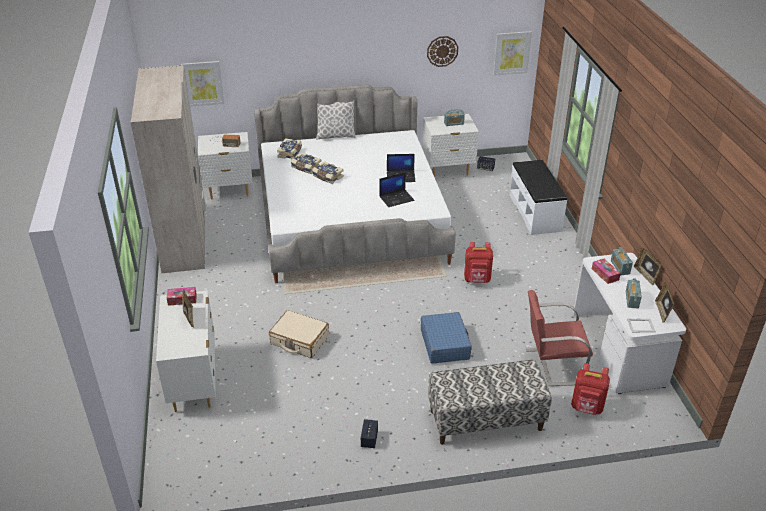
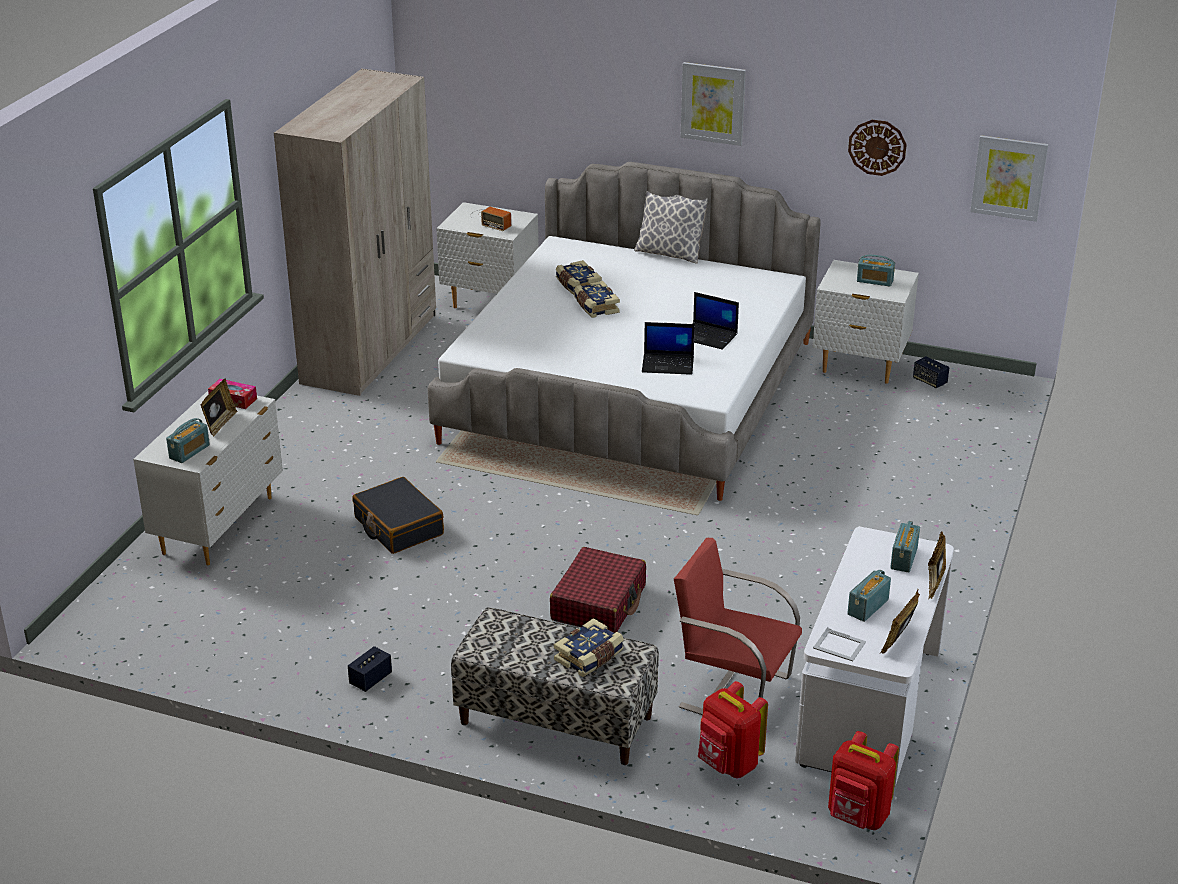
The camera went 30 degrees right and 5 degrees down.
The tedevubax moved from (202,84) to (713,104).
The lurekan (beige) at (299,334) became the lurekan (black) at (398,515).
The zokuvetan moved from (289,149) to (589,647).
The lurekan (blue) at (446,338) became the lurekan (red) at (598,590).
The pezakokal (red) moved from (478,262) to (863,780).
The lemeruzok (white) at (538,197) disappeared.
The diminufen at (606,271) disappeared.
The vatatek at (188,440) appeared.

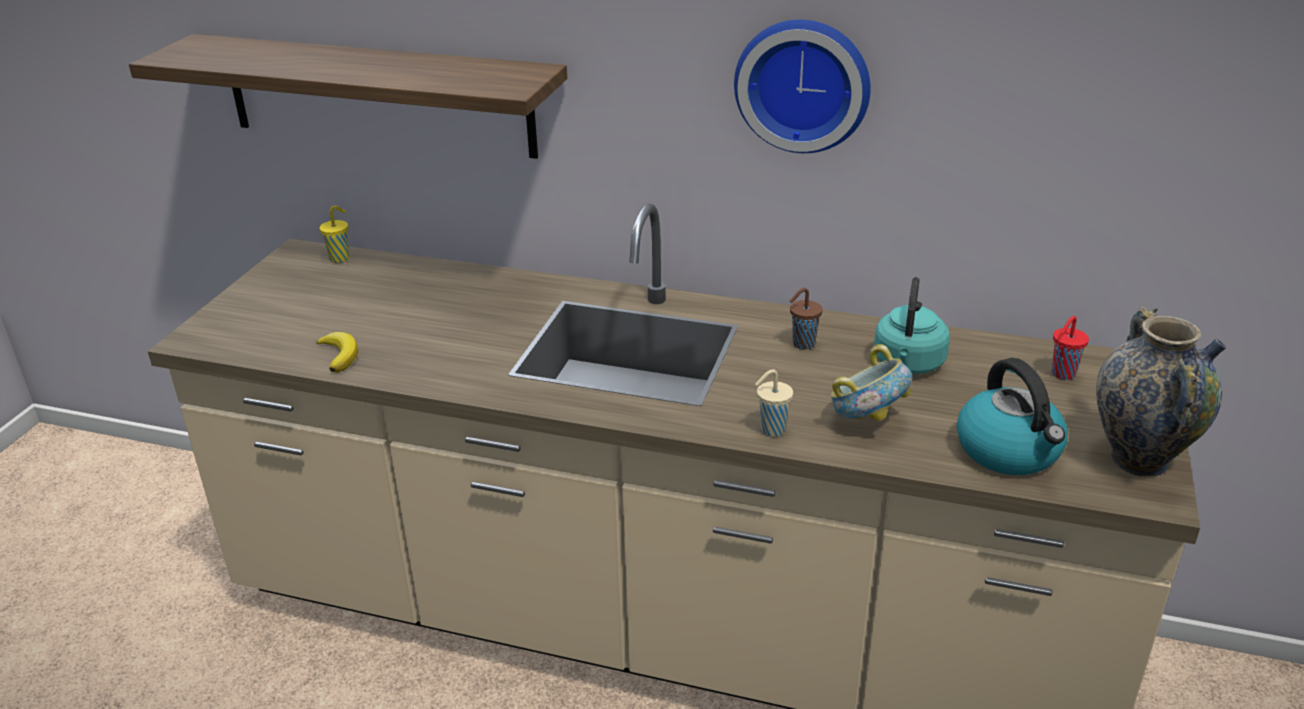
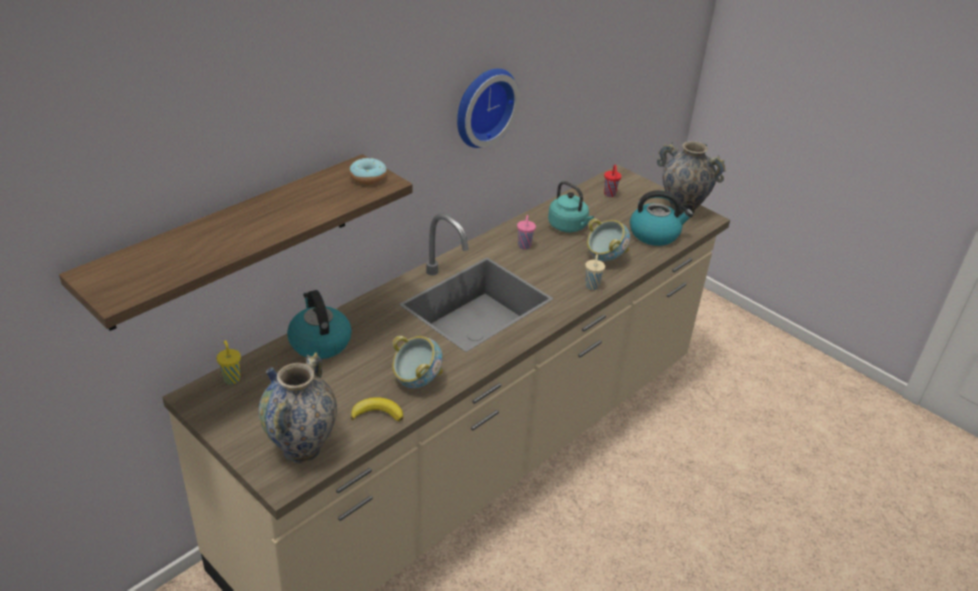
The camera went 65 degrees left and 5 degrees up.
The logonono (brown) at (806,319) became the logonono (pink) at (526,232).
The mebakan at (297,407) appeared.
The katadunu at (319,324) appeared.
The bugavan at (368,171) appeared.
The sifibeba at (417,362) appeared.

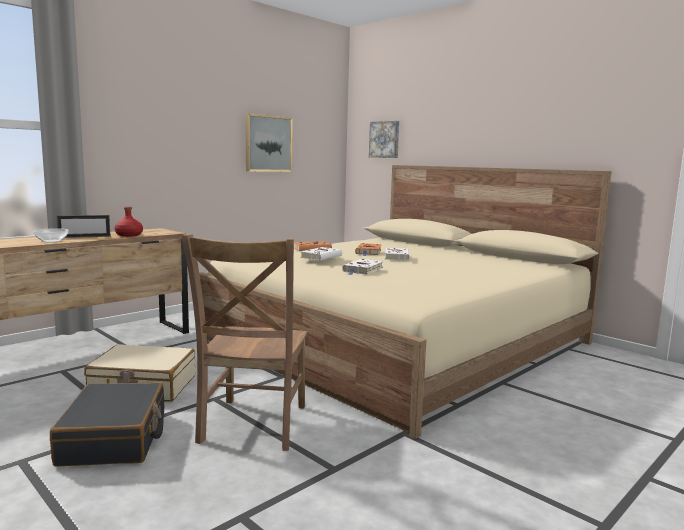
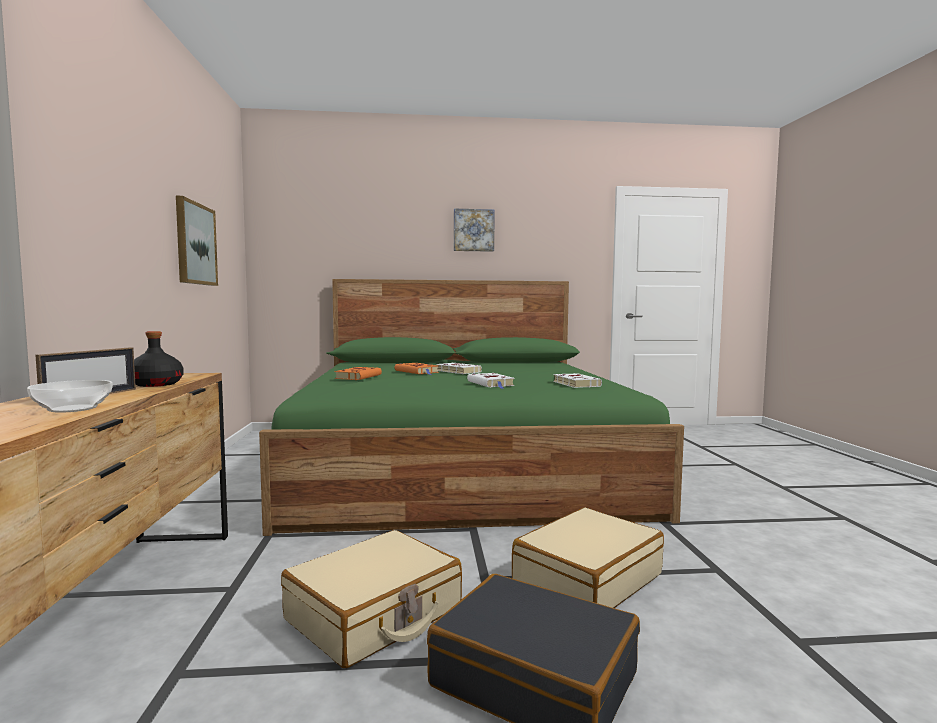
The camera went 50 degrees left and 5 degrees down.
The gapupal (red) at (128,222) became the gapupal (black) at (158,359).
The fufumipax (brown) at (244,342) was replaced by the lurekan (beige) at (588,557).
The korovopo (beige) at (405,302) became the korovopo (green) at (471,407).
The zokuvetan (white) moved from (321,254) to (577,380).
The tedevubax moved from (384,139) to (474,230).

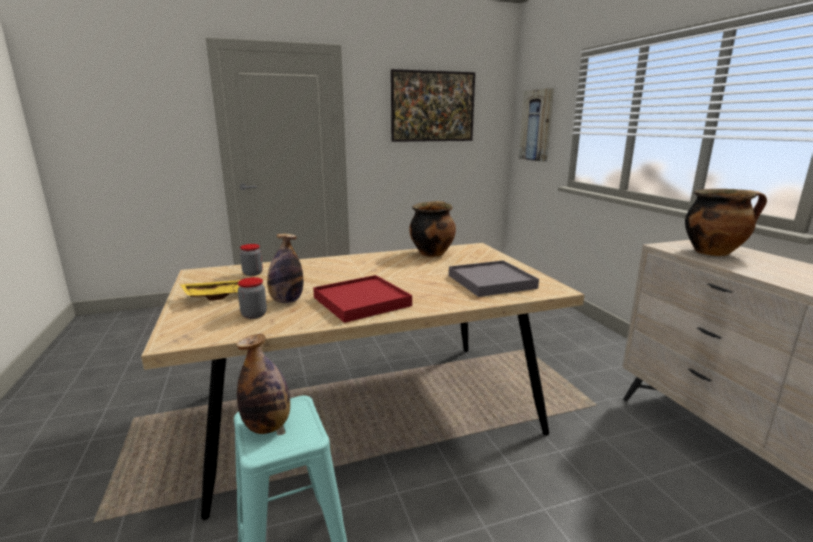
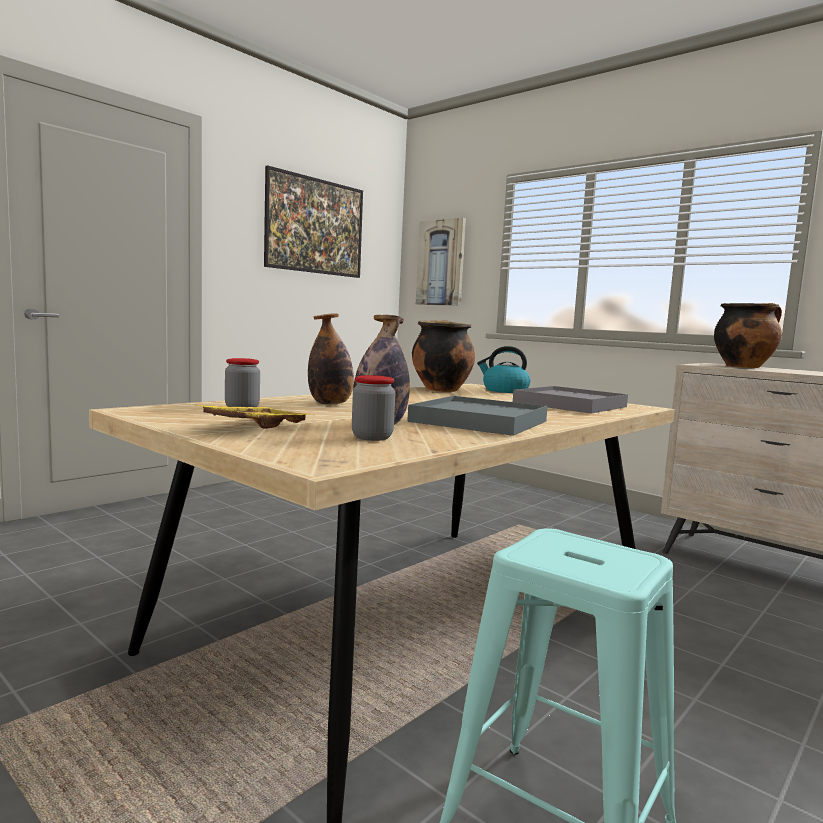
The camera went 30 degrees left and 10 degrees down.
The gapupal moved from (263,384) to (331,359).
The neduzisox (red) at (362,299) became the neduzisox (grey) at (477,416).
The katadunu at (504,369) appeared.

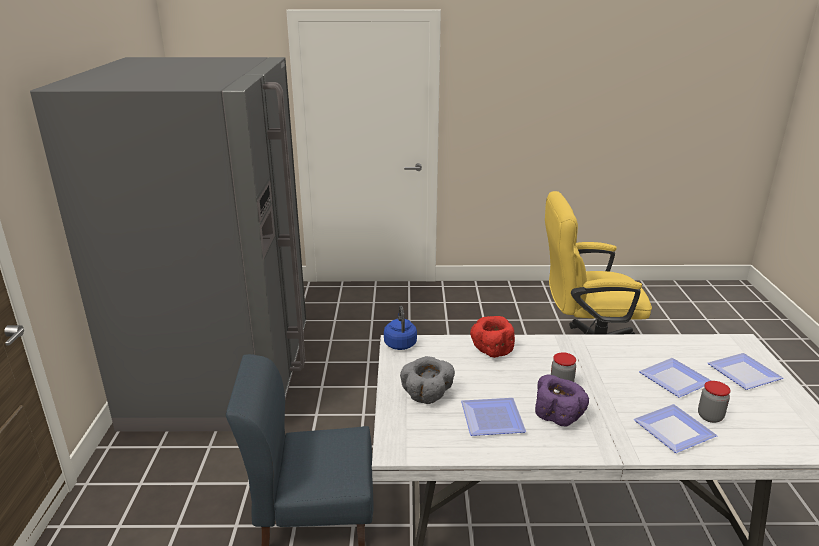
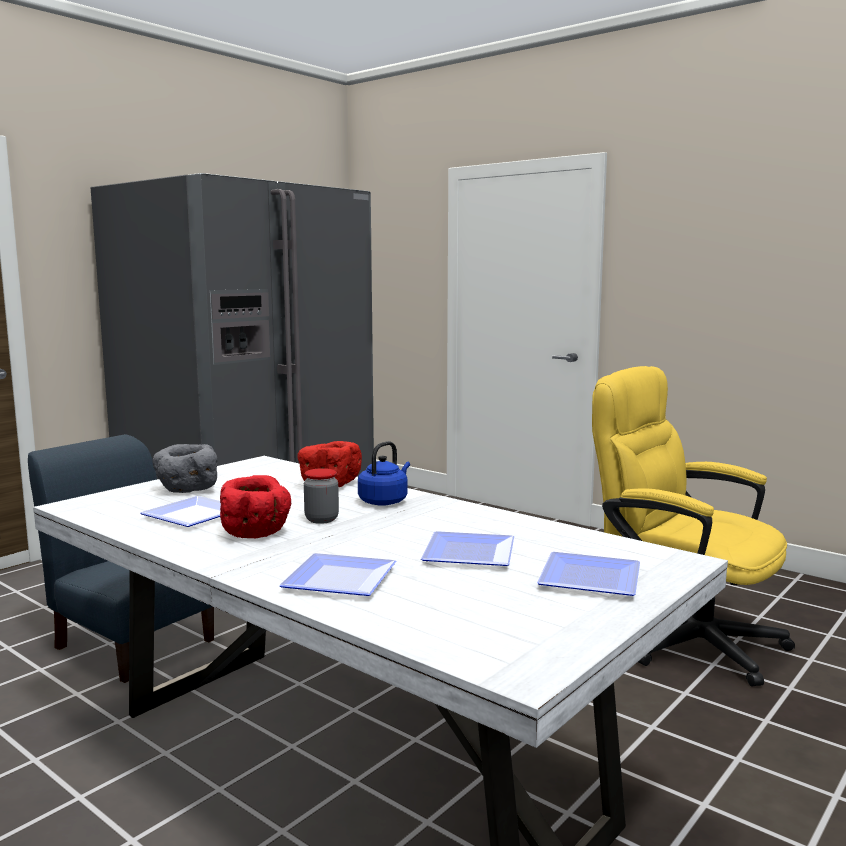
The camera went 40 degrees right and 15 degrees down.
The katadunu (blue) moved from (400,328) to (384,473).
The sifibeba (purple) at (562,401) became the sifibeba (red) at (255,506).
The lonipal at (714,402) disappeared.

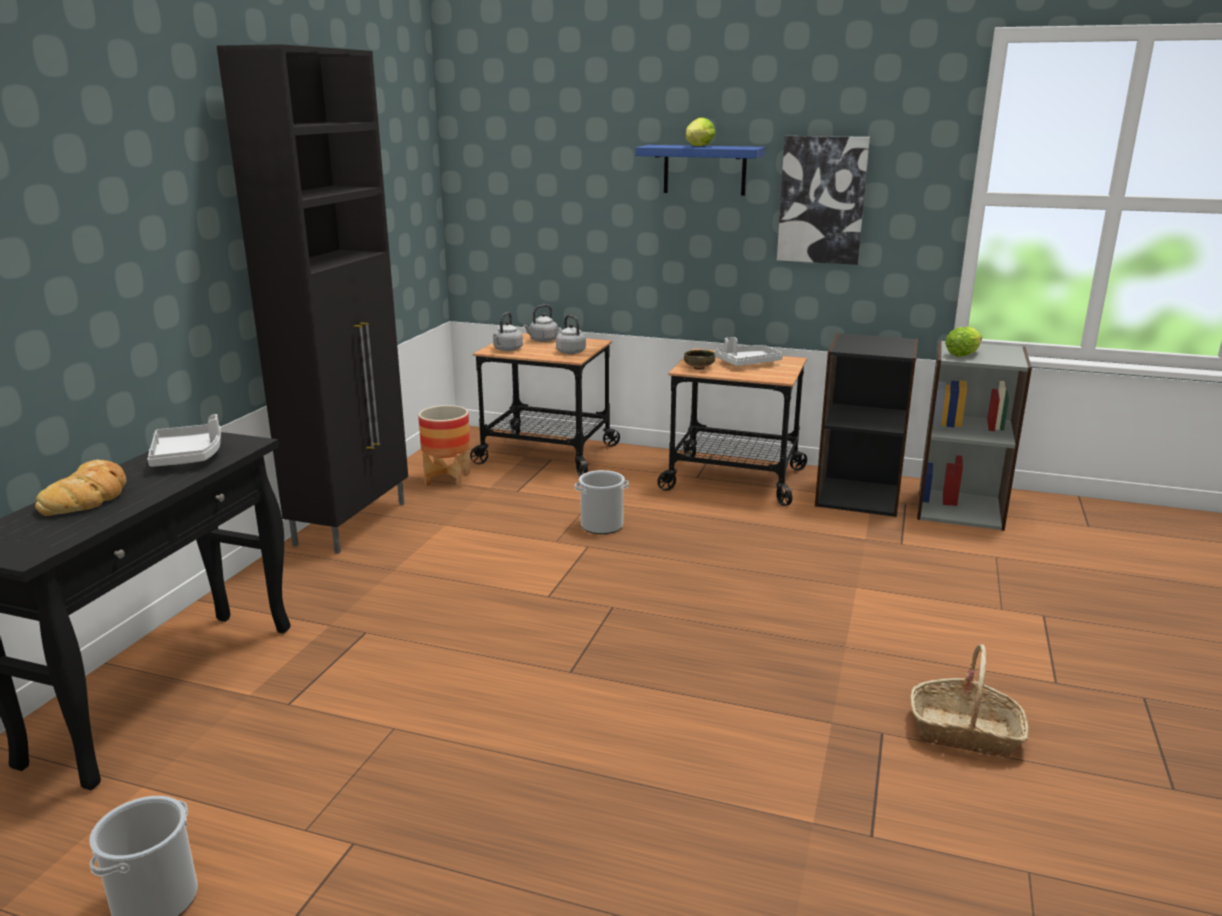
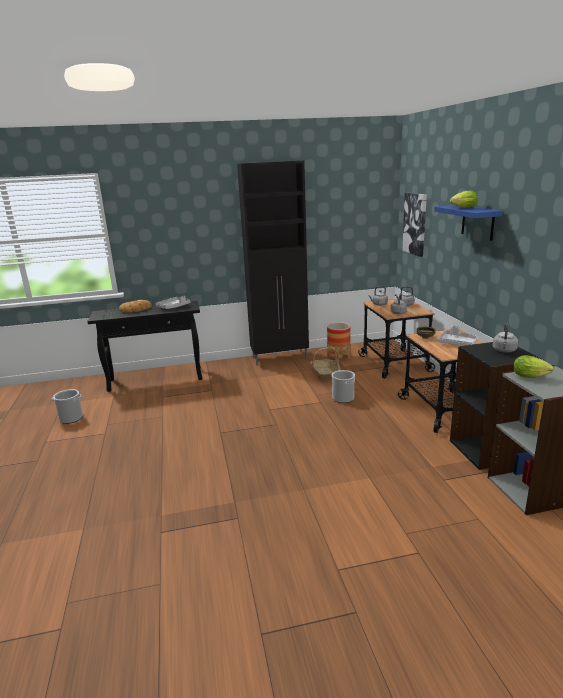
The camera went 60 degrees right and 0 degrees up.
The tedevubax moved from (823,200) to (414,225).
The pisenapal moved from (970,700) to (325,363).
The katadunu (grey) at (505,337) appeared.

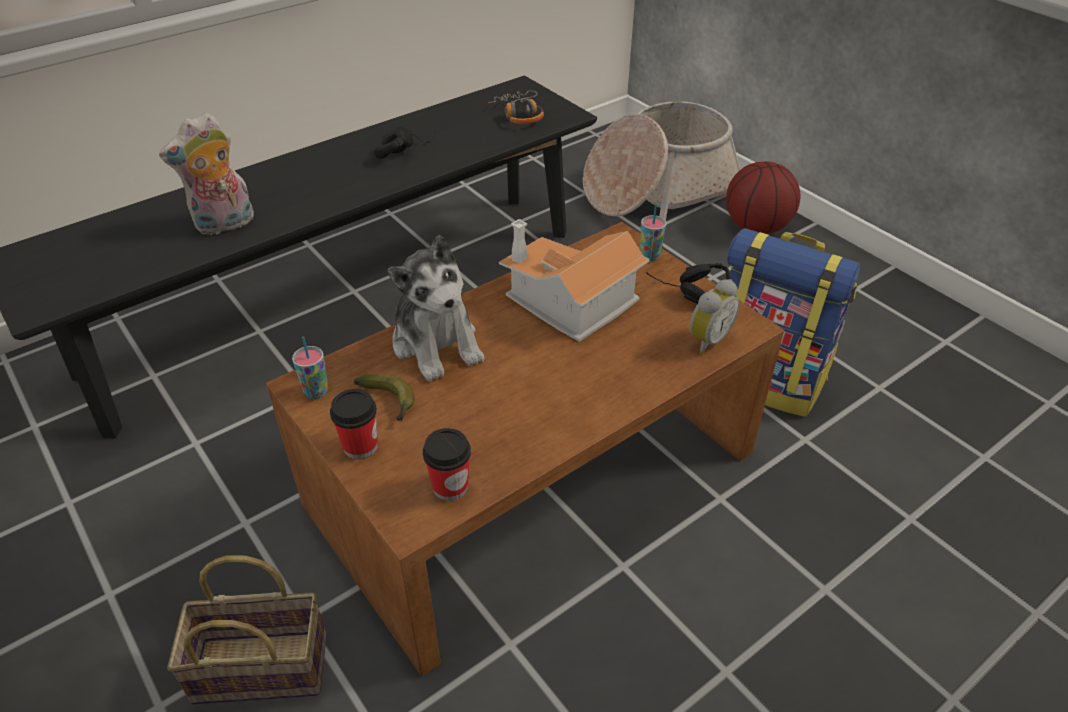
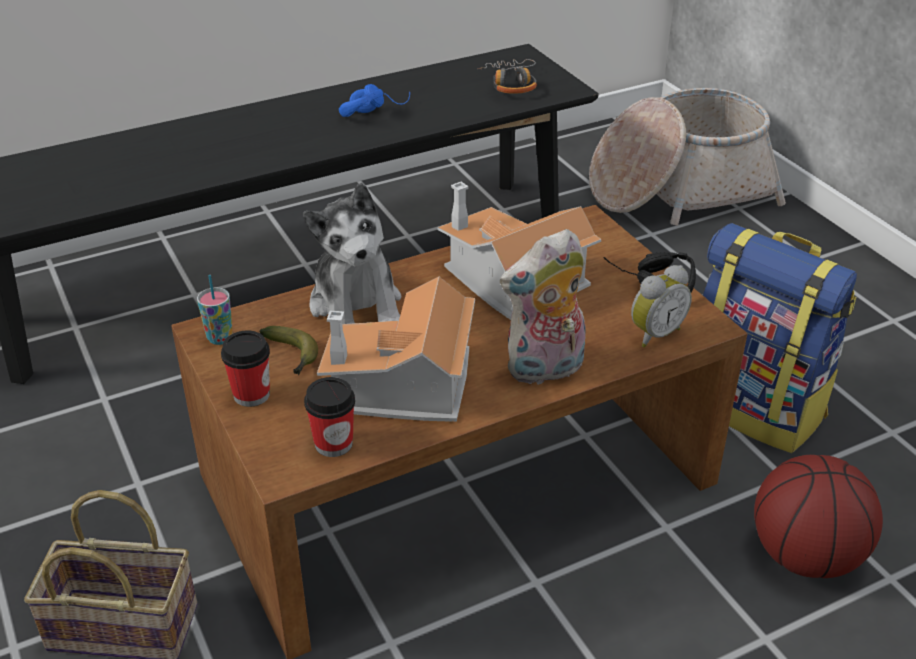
The camera went 10 degrees right and 5 degrees down.
The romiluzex moved from (206,174) to (543,307).
The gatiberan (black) at (404,143) became the gatiberan (blue) at (374,100).
The logonono at (653,232) disappeared.
The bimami moved from (763,197) to (818,516).
The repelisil at (396,349) appeared.

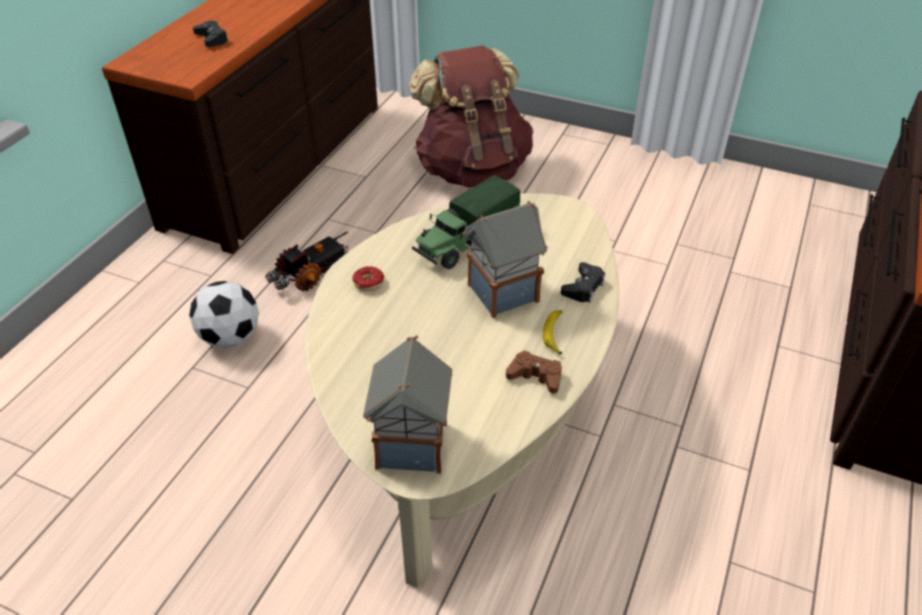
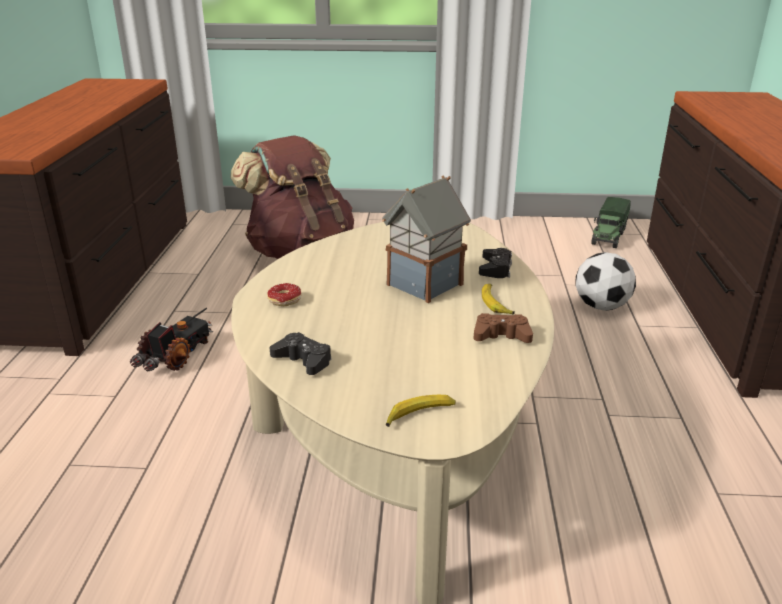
The camera went 20 degrees left and 15 degrees down.
The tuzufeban moved from (224,314) to (606,281).
The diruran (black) moved from (211,33) to (301,353).
The repelisil at (407,404) was replaced by the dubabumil at (421,411).
The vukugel moved from (466,222) to (611,222).

